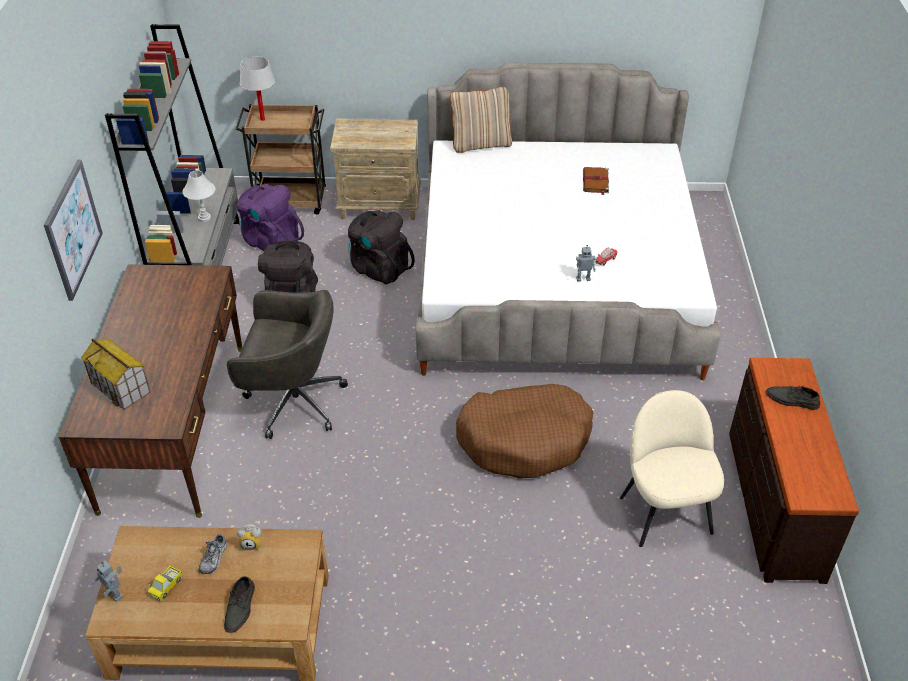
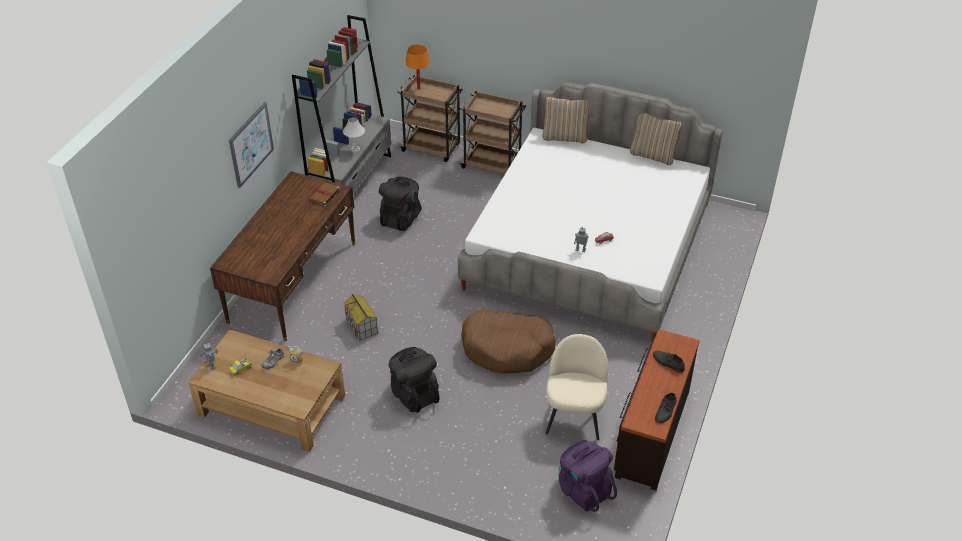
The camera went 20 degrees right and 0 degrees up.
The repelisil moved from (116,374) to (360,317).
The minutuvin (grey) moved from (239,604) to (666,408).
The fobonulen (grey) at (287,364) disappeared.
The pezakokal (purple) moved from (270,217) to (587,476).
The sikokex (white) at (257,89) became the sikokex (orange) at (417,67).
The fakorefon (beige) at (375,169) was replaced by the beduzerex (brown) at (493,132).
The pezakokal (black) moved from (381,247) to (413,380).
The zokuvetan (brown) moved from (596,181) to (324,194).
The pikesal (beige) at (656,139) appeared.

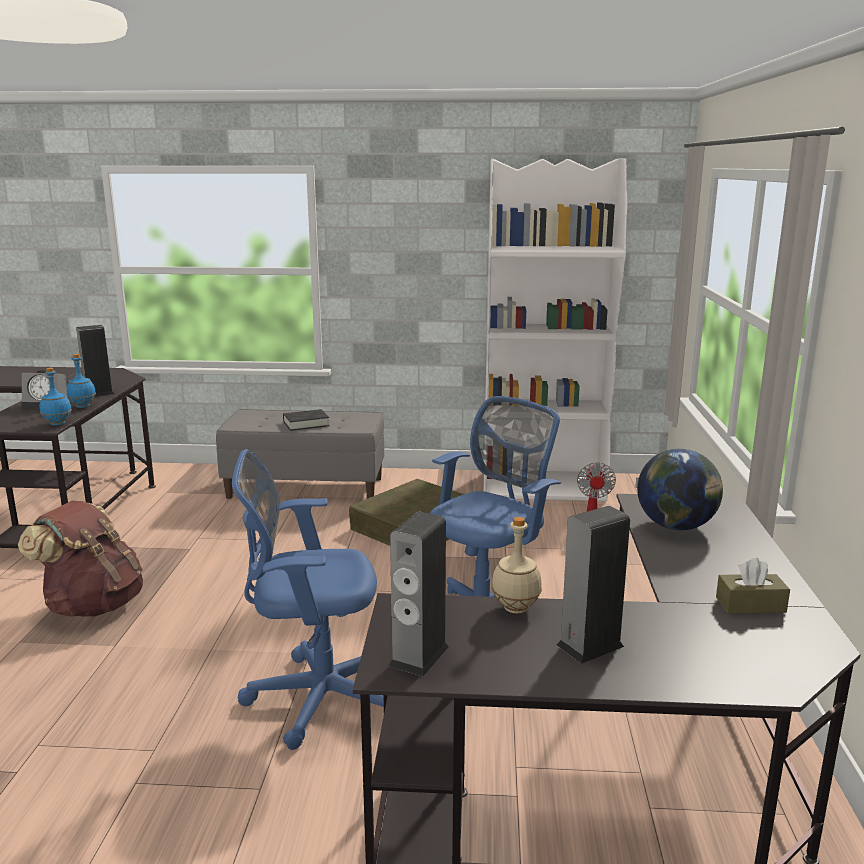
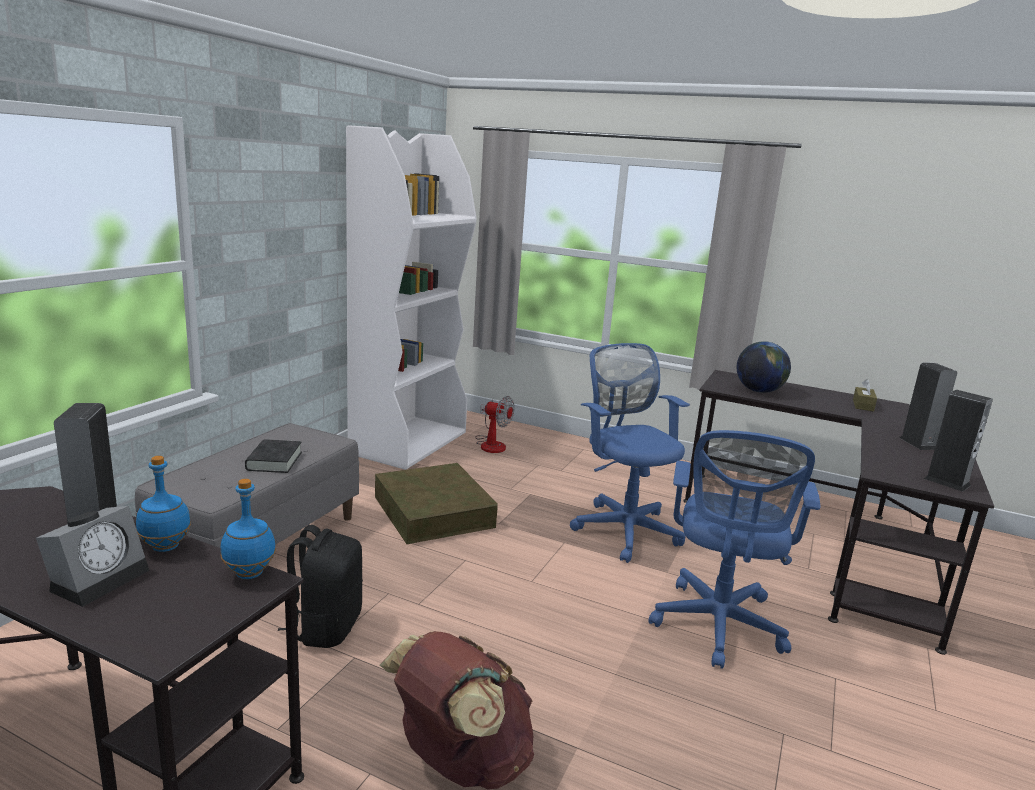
The camera went 70 degrees left and 0 degrees up.
The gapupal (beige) at (517,565) disappeared.
The pezakokal (black) at (320,586) appeared.

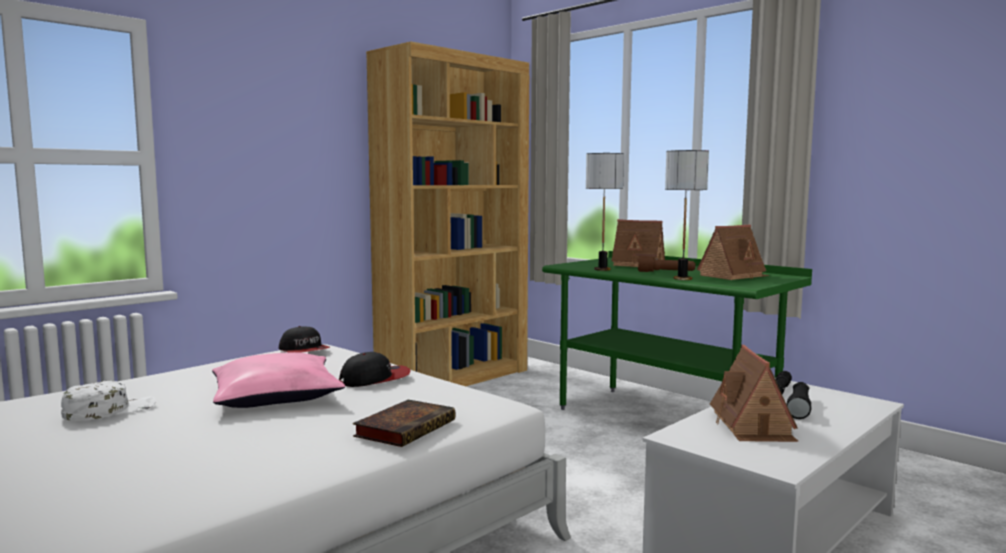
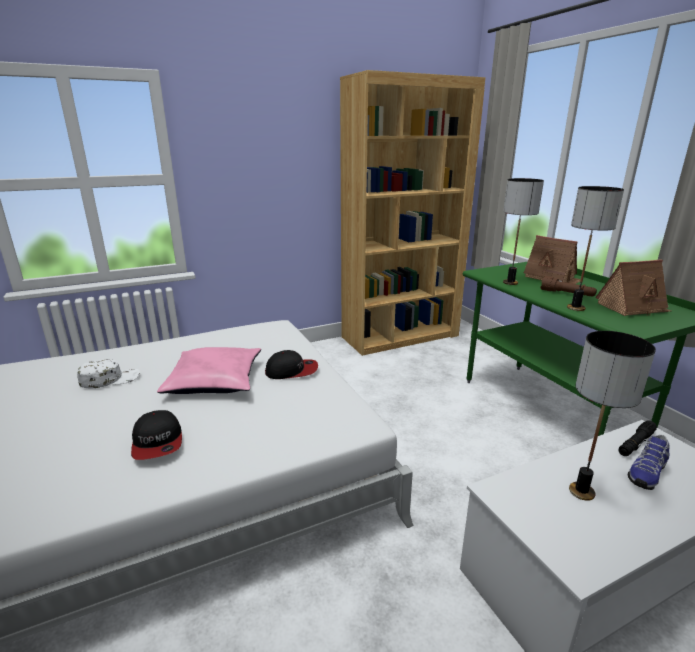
The camera went 20 degrees right and 15 degrees up.
The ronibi moved from (304,339) to (156,435).
The zokuvetan at (404,423) disappeared.
The repelisil at (754,393) was replaced by the sikokex at (612,416).
The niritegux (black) at (798,400) was replaced by the minutuvin at (649,462).

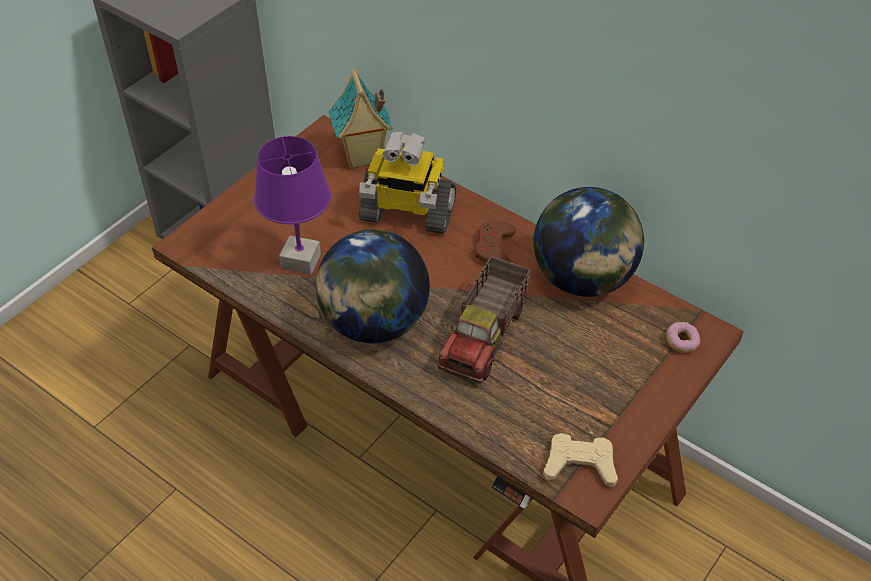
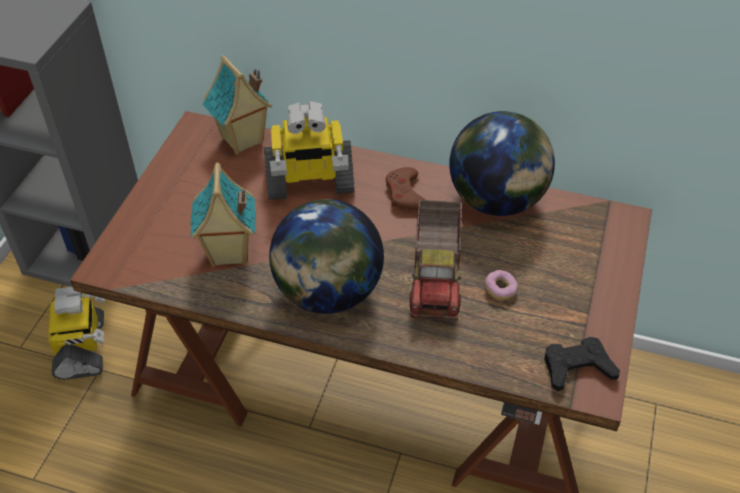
The camera went 20 degrees left and 0 degrees up.
The sikokex (purple) at (292,205) was replaced by the repelisil at (223,215).
The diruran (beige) at (580,460) became the diruran (black) at (582,364).
The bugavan moved from (683,337) to (501,285).
The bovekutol at (76,333) appeared.

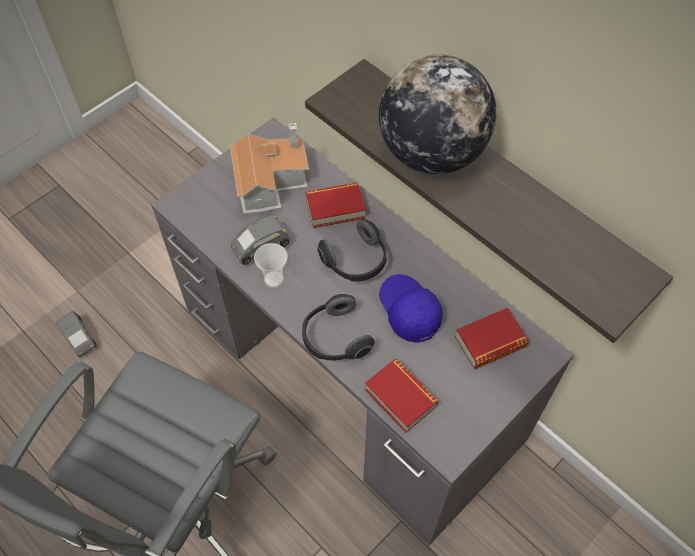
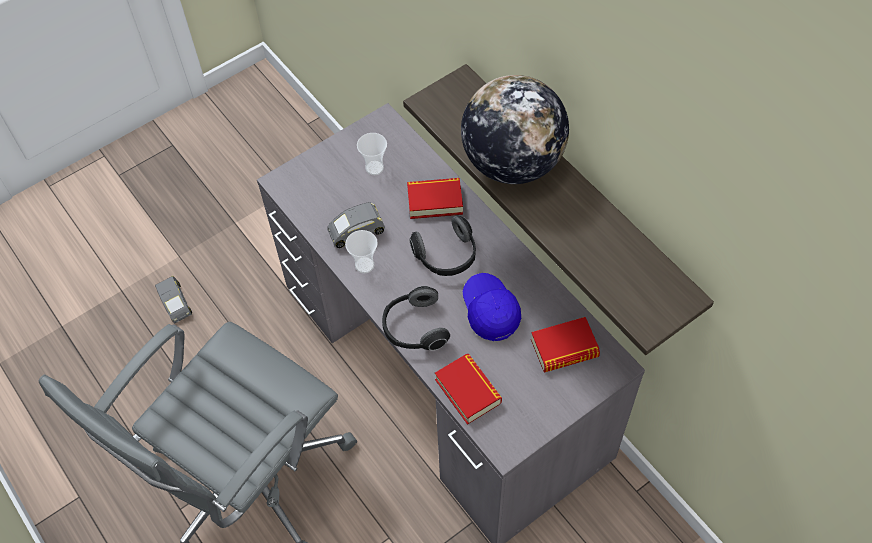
The camera went 10 degrees right and 0 degrees up.
The repelisil at (269,168) was replaced by the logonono at (372,154).

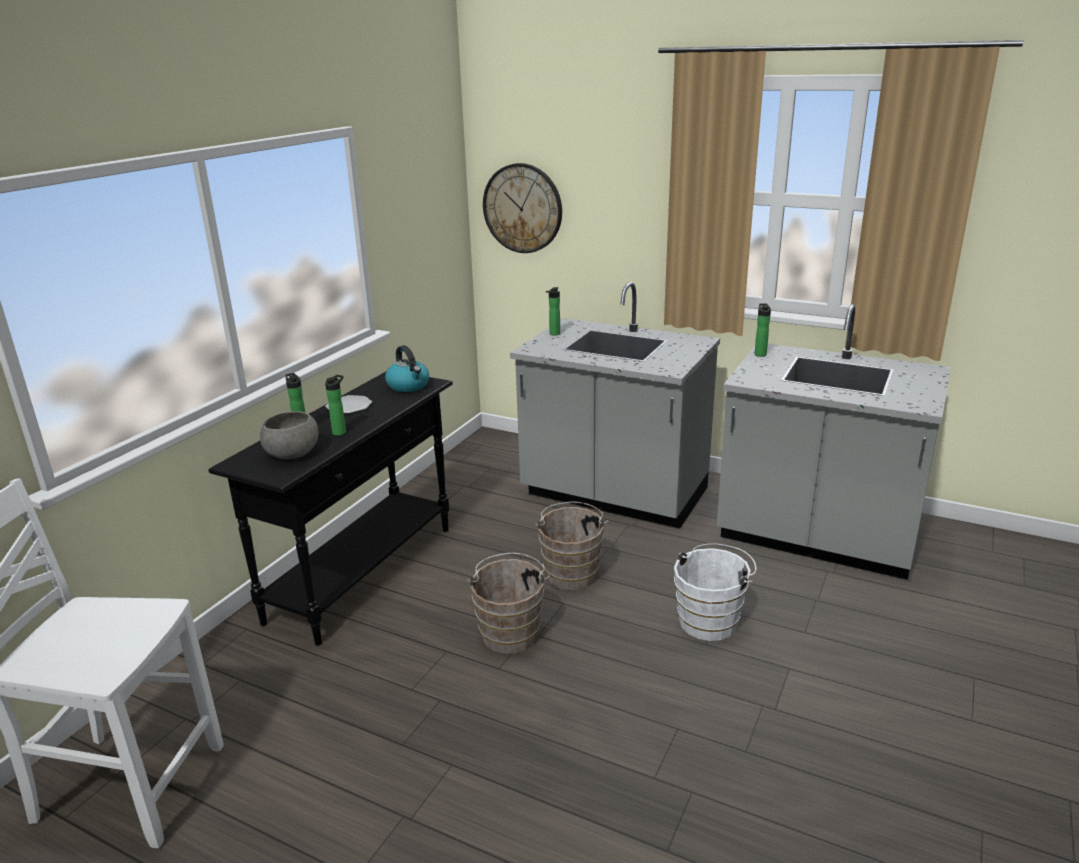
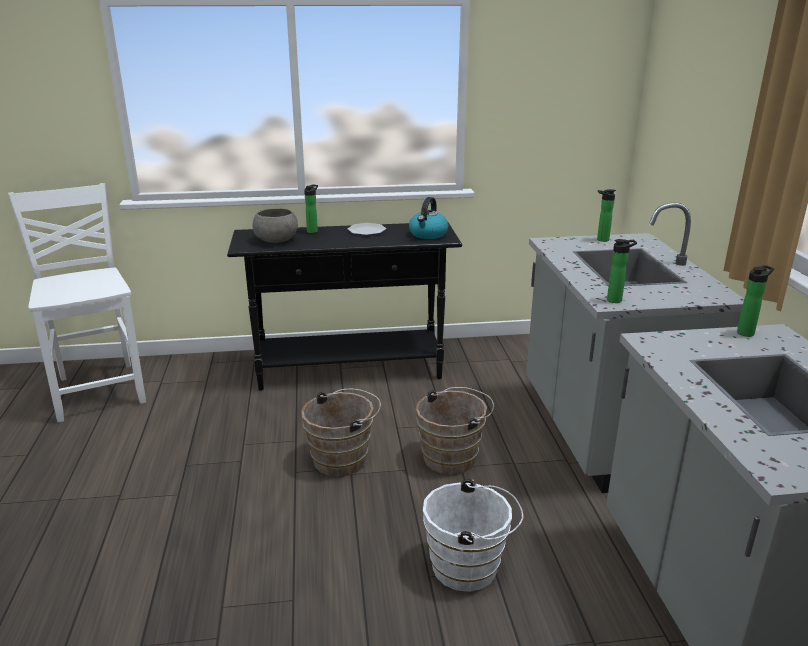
The camera went 55 degrees right and 0 degrees up.
The gapupal moved from (335,405) to (622,271).
The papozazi at (522,208) disappeared.

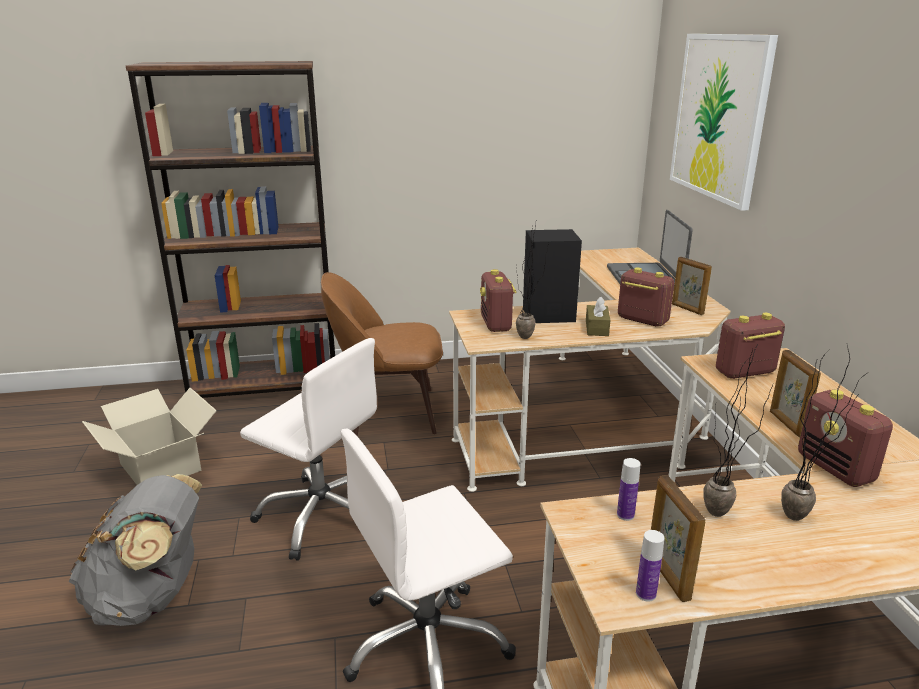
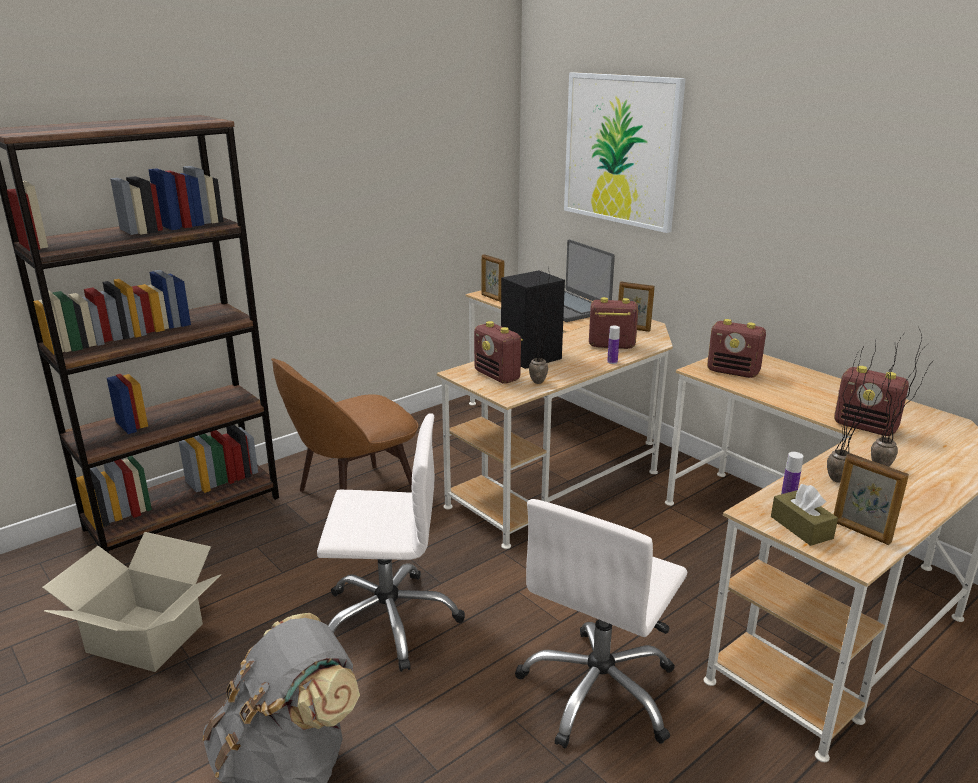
The camera went 30 degrees left and 0 degrees up.
The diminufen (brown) moved from (598,316) to (804,515).
The gapupal moved from (650,565) to (613,345).
The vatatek at (750,346) turned 105 degrees counterclockwise.
The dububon moved from (795,394) to (493,278).

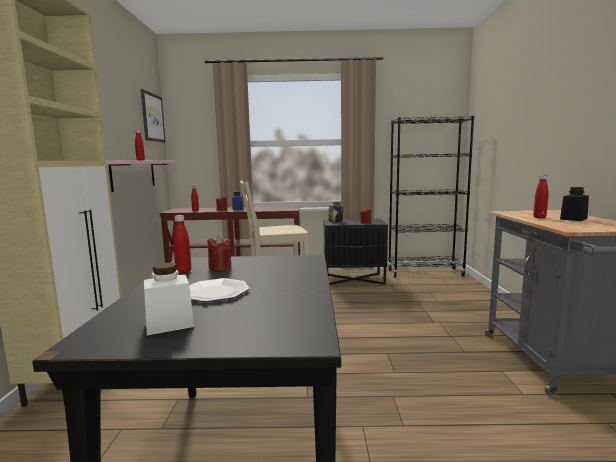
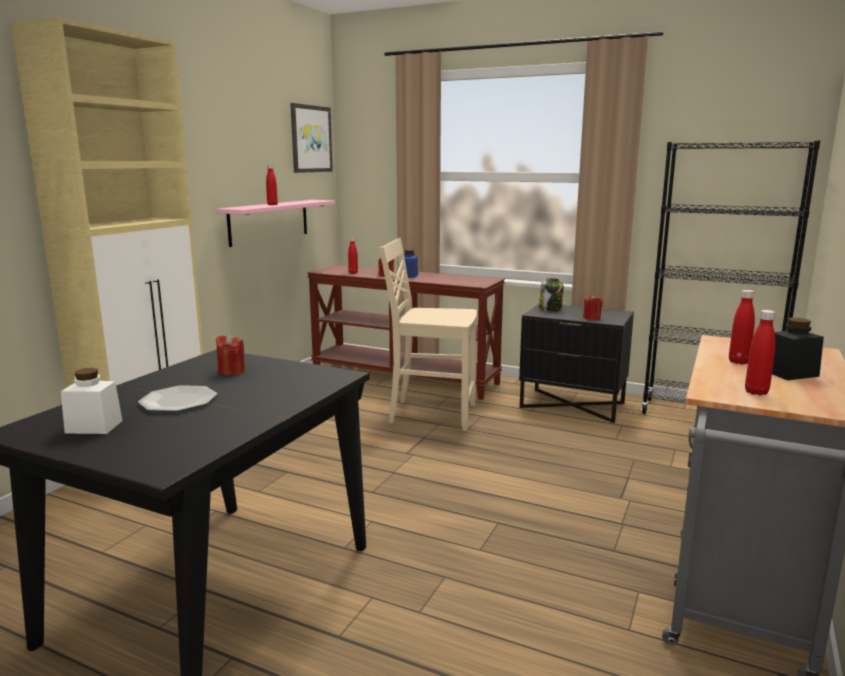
The camera went 25 degrees right and 5 degrees up.
The gapupal (red) moved from (182,244) to (760,352).

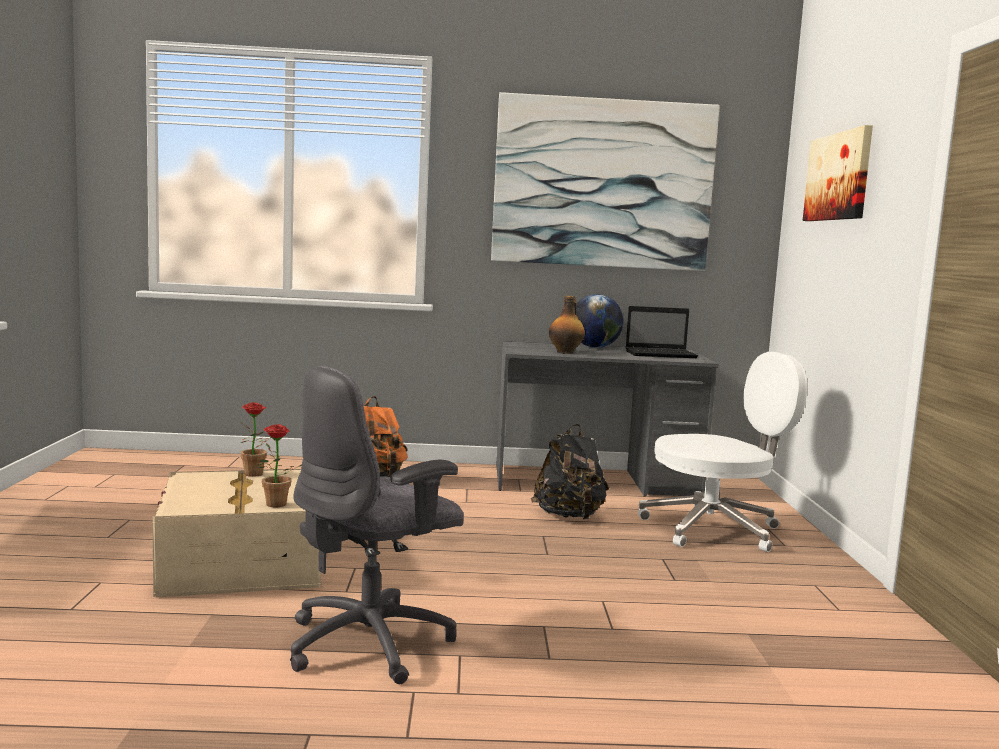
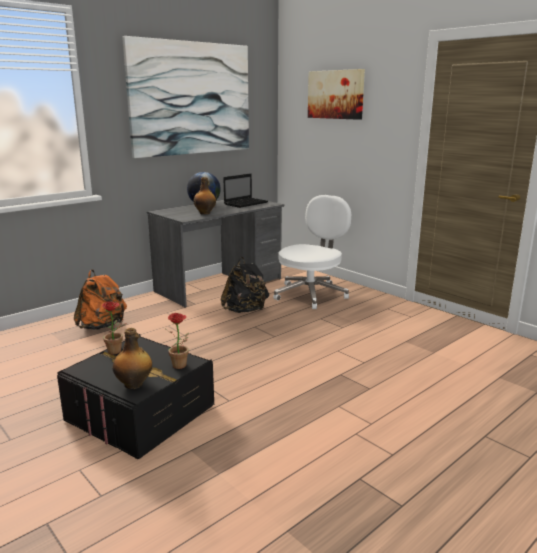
The camera went 40 degrees left and 10 degrees up.
The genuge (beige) at (236,533) became the genuge (black) at (135,396).
The fobonulen (grey) at (377,525) disappeared.
The gapupal at (132,358) appeared.

